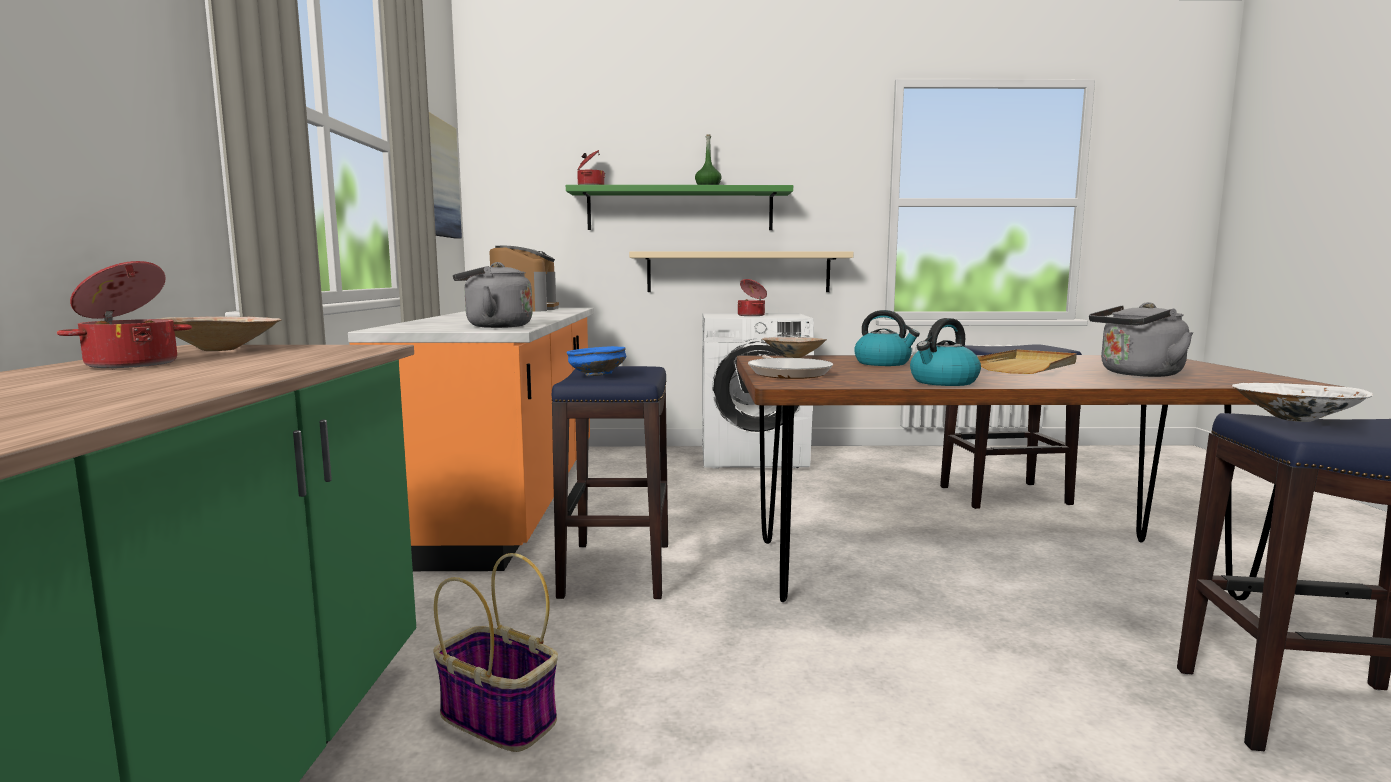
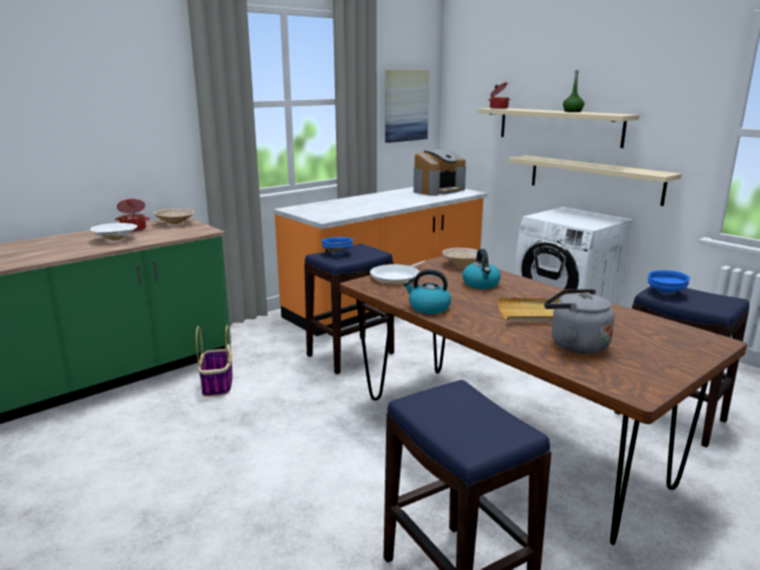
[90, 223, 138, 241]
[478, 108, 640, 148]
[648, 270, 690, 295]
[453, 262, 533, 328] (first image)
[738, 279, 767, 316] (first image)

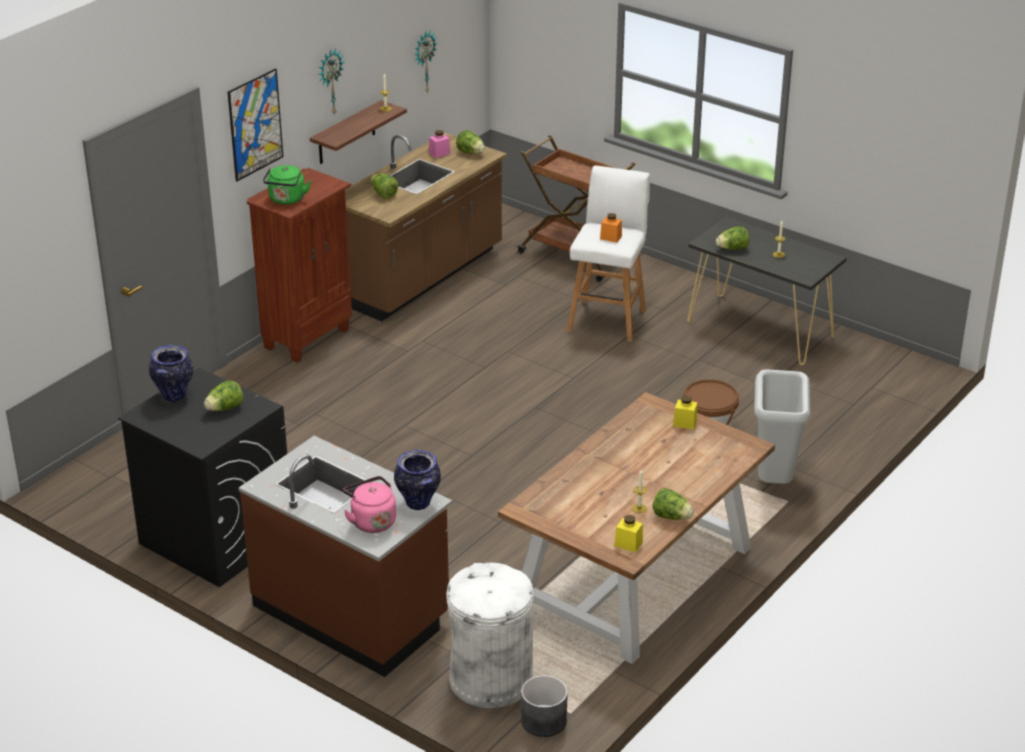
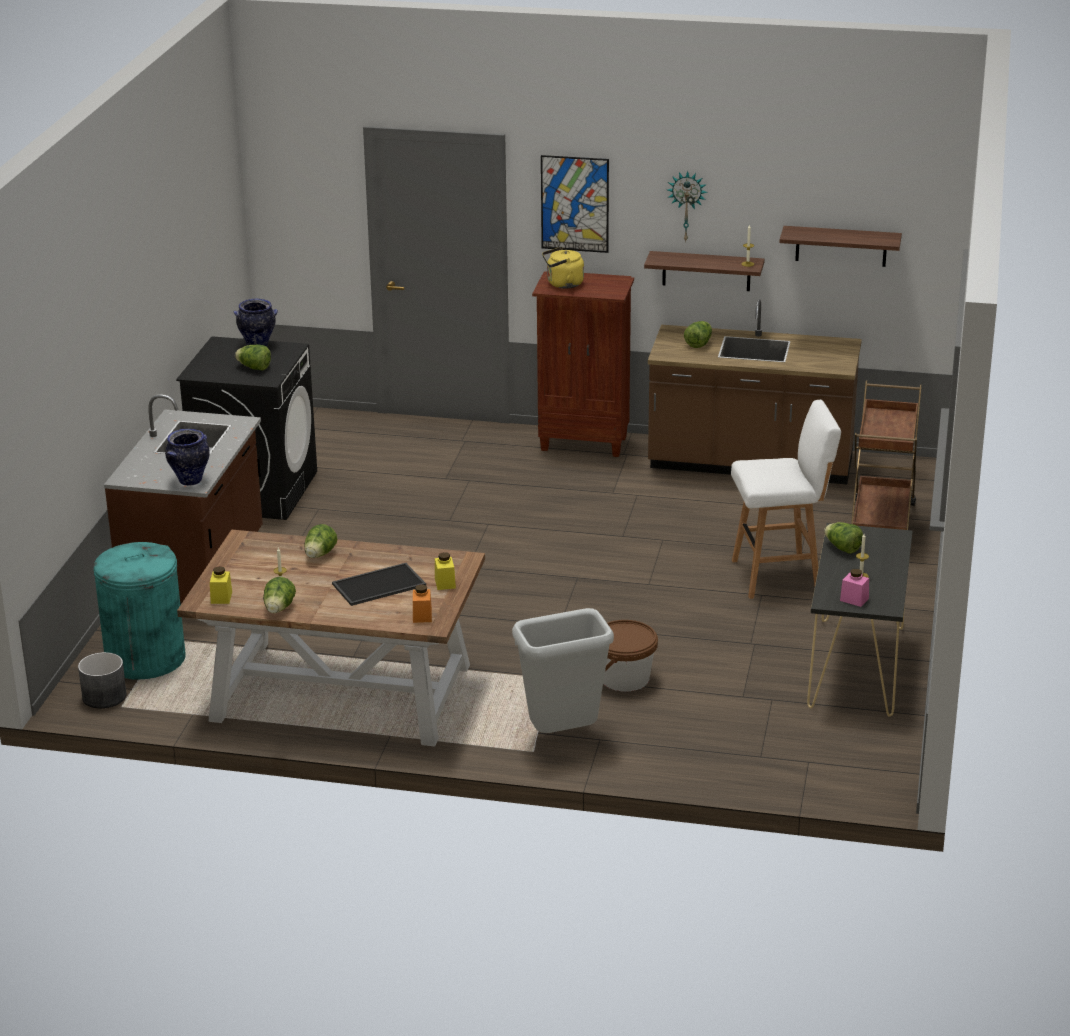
[94, 542, 186, 680]
[304, 524, 337, 558]
[332, 563, 426, 606]
[413, 584, 432, 623]
[542, 247, 584, 288]
[779, 226, 902, 267]
[840, 569, 869, 607]
[343, 476, 396, 533] (first image)

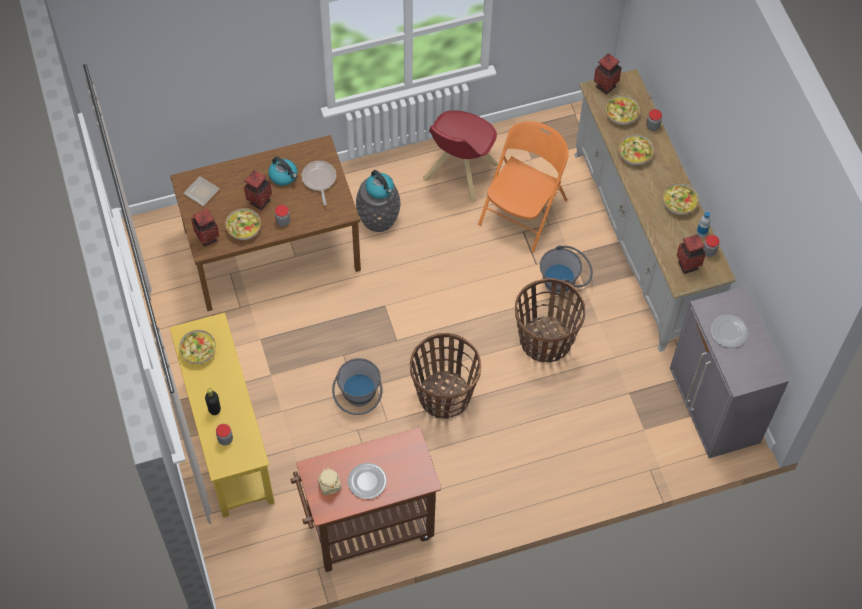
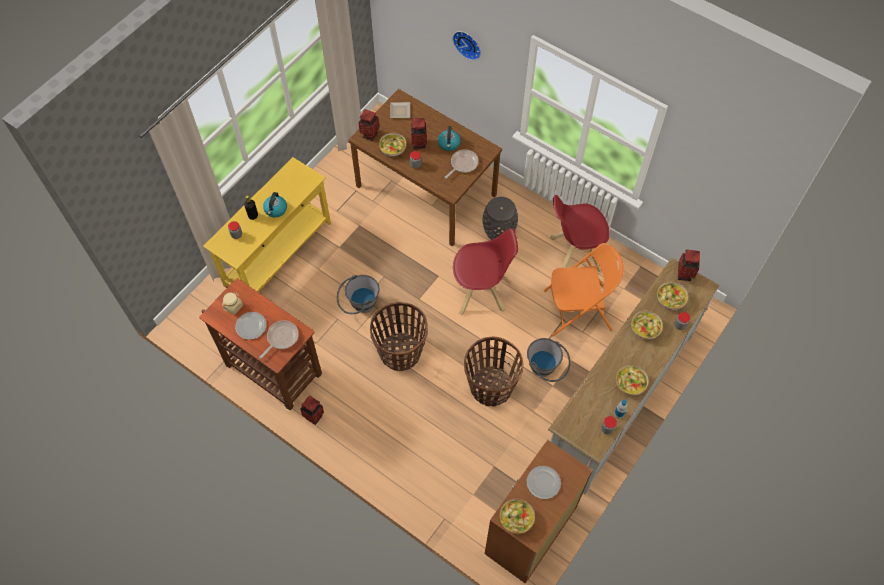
[259, 320, 299, 359]
[263, 192, 287, 217]
[300, 395, 324, 425]
[453, 31, 481, 60]
[453, 228, 518, 315]
[485, 440, 593, 584]
[500, 499, 535, 534]

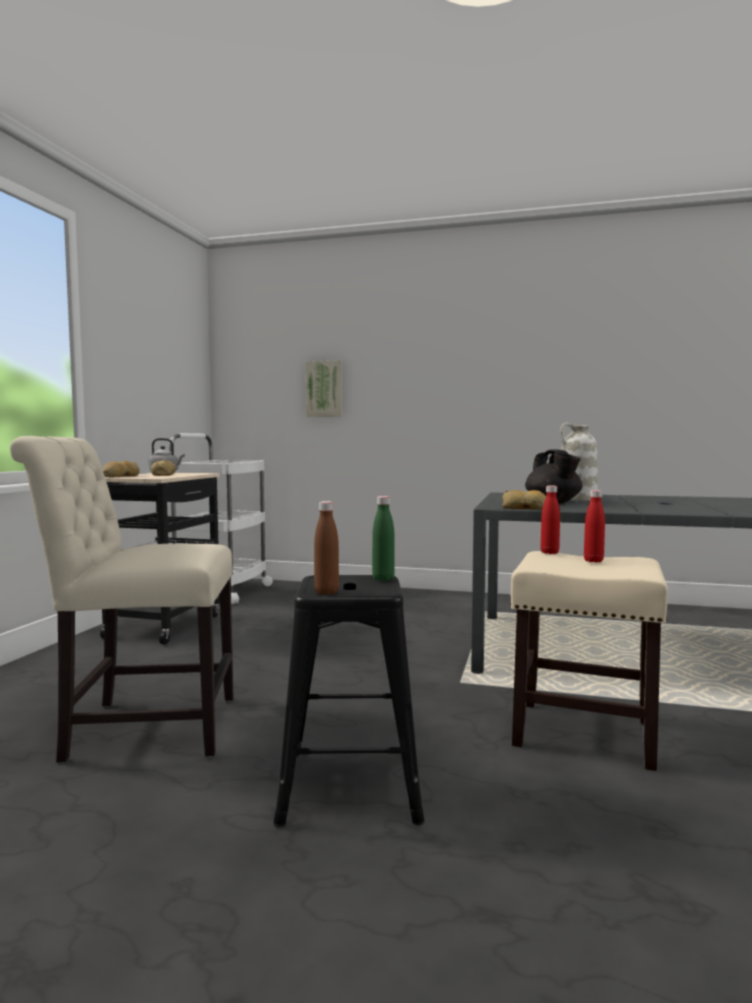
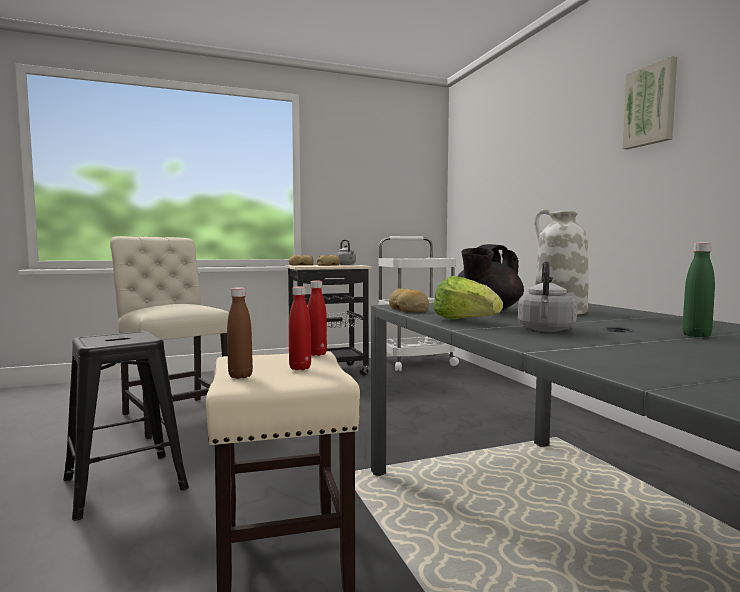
[227, 287, 253, 379]
[434, 276, 503, 319]
[518, 260, 577, 332]
[622, 56, 677, 150]
[682, 242, 715, 337]

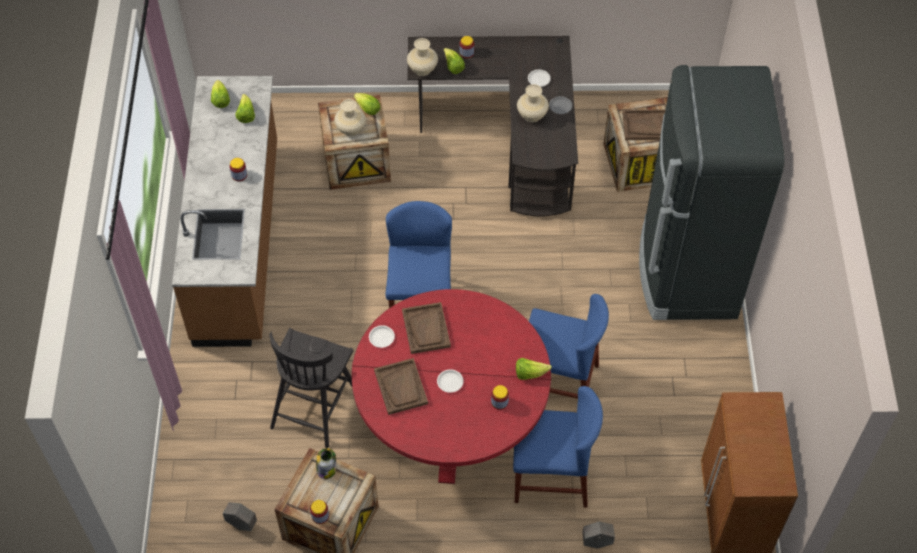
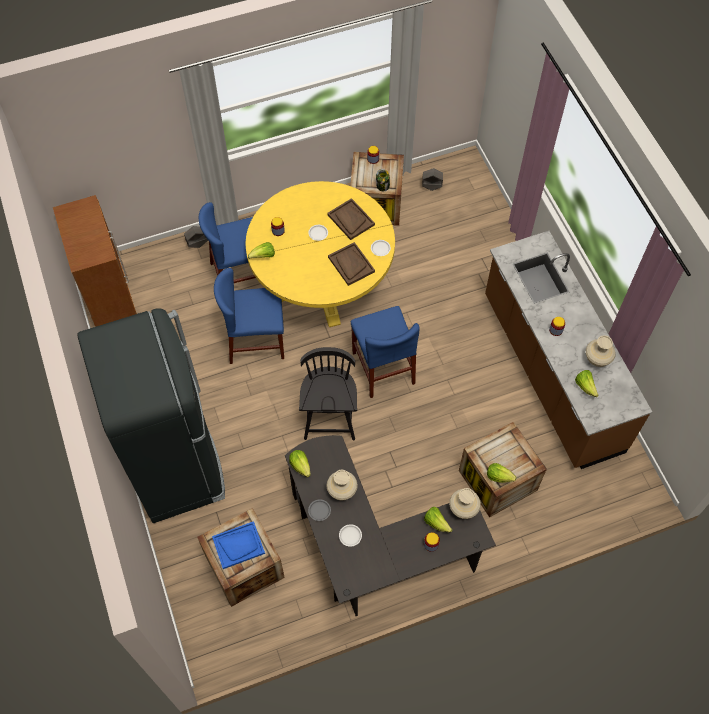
[212, 521, 265, 569]
[246, 181, 395, 327]
[289, 450, 310, 477]
[299, 347, 357, 440]
[586, 335, 616, 367]

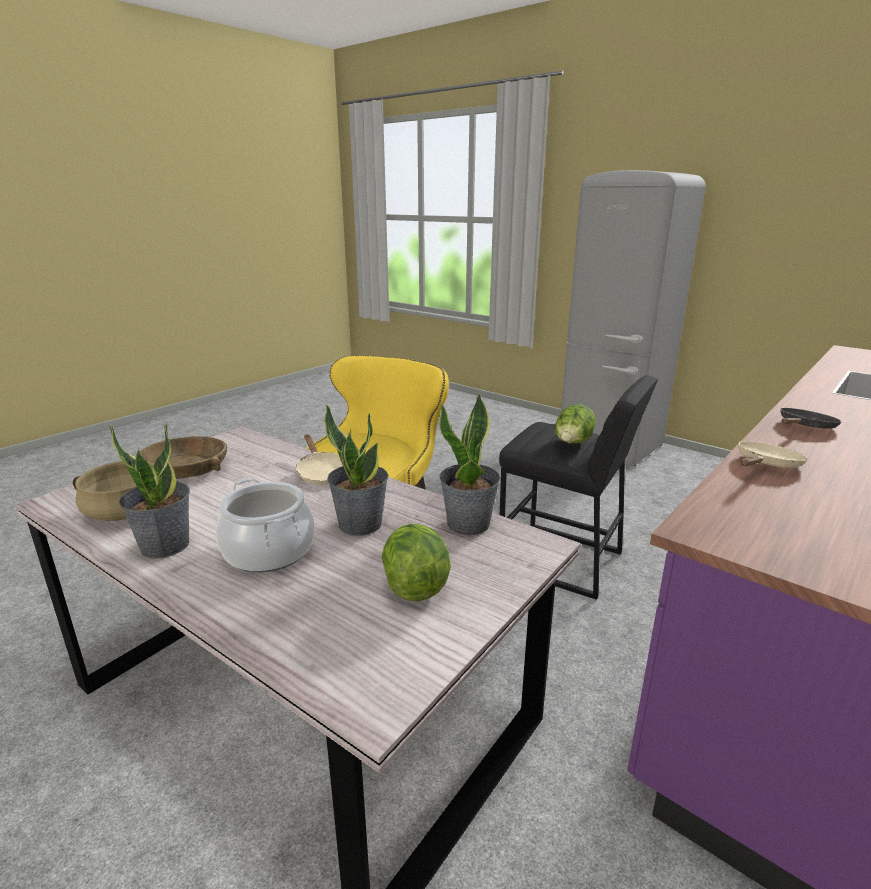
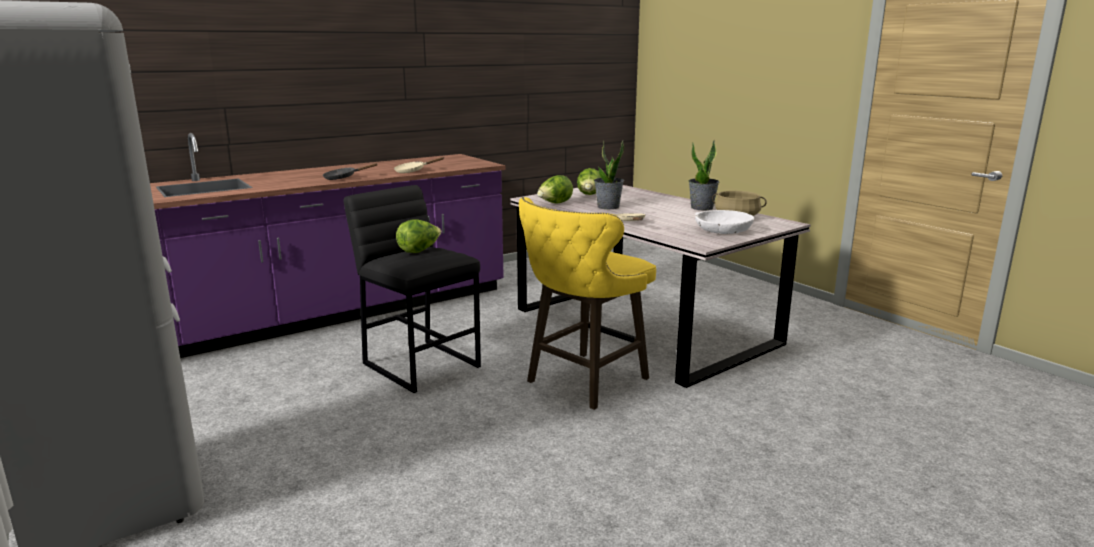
[537, 175, 573, 203]
[695, 210, 754, 234]
[216, 478, 315, 573] (first image)

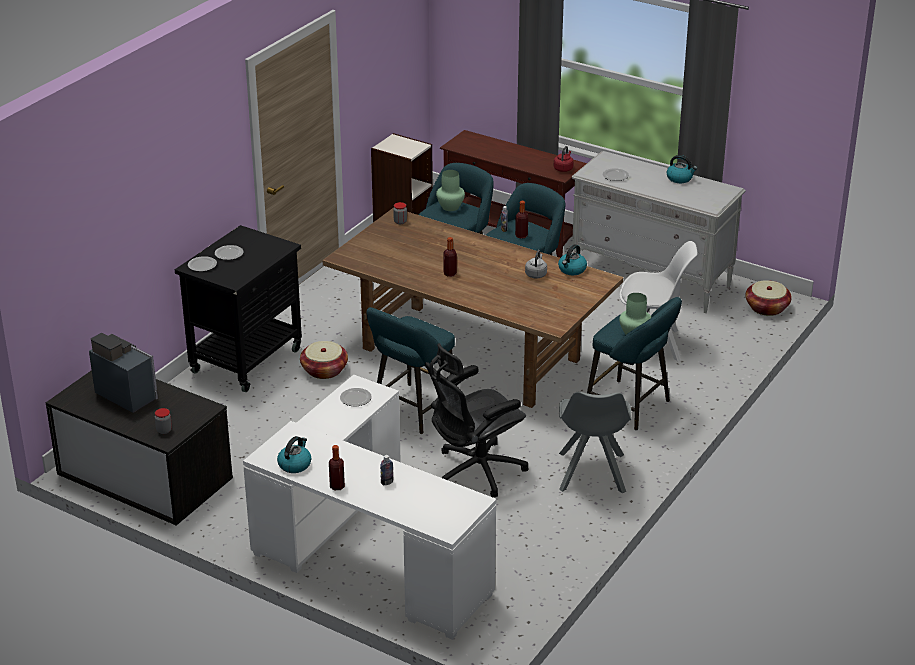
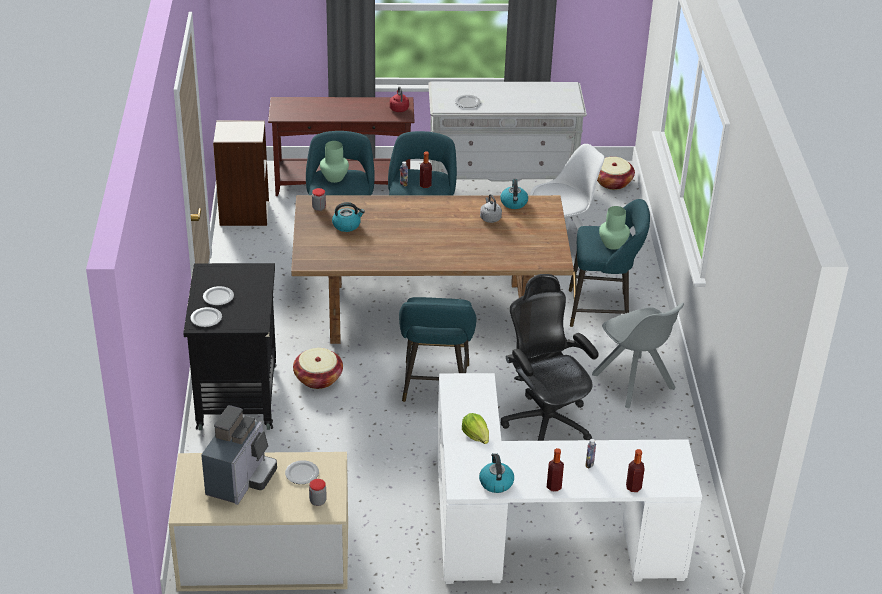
[169, 452, 348, 591]
[201, 405, 277, 505]
[285, 460, 319, 484]
[332, 202, 365, 232]
[462, 413, 489, 444]
[501, 274, 598, 441]
[626, 449, 645, 492]

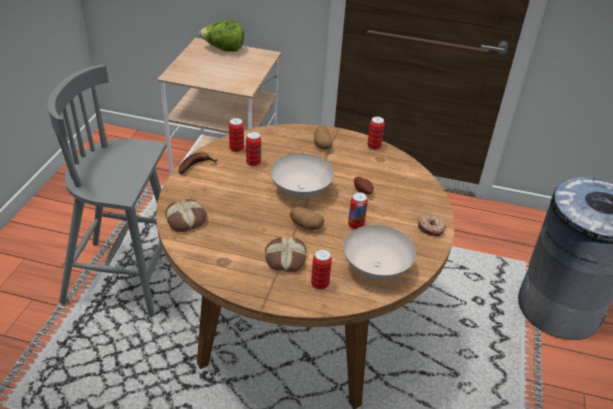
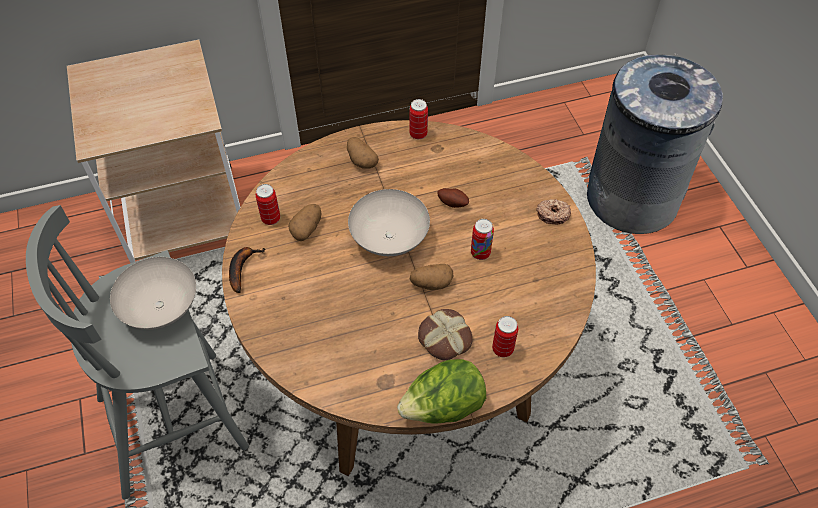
[110, 257, 196, 330]
[288, 204, 321, 241]
[397, 359, 486, 423]
[165, 199, 207, 232] (first image)

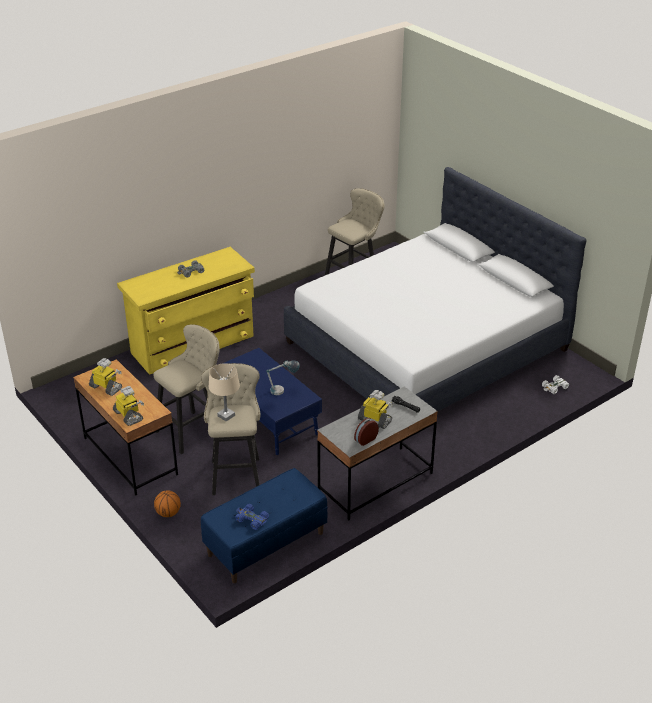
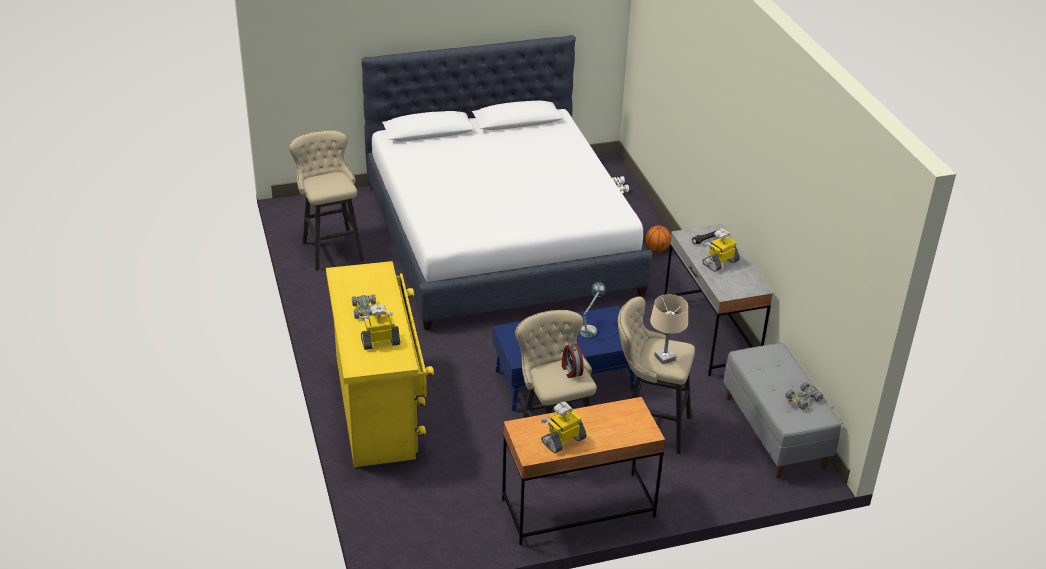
[361, 304, 400, 350]
[562, 344, 584, 378]
[646, 226, 671, 252]
[723, 343, 841, 479]
[785, 382, 823, 410]

